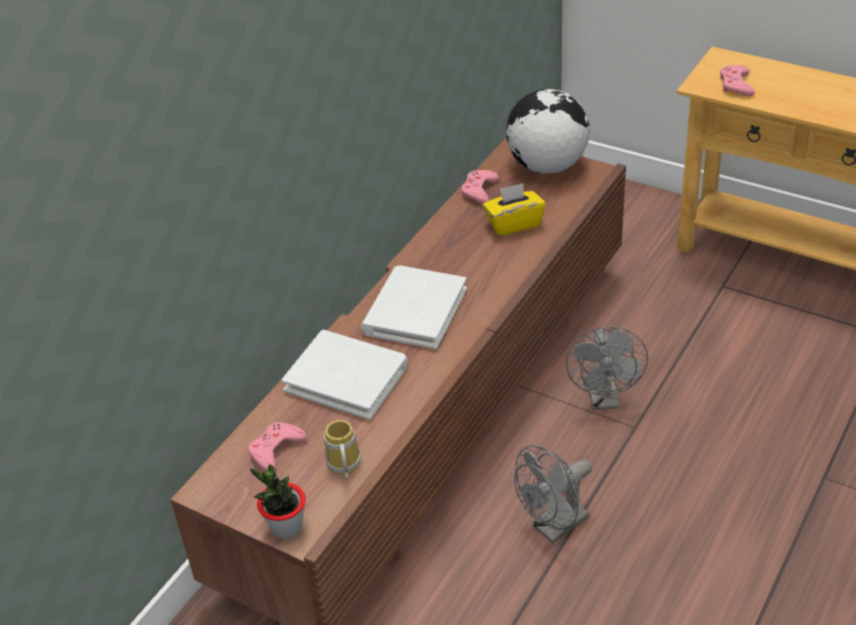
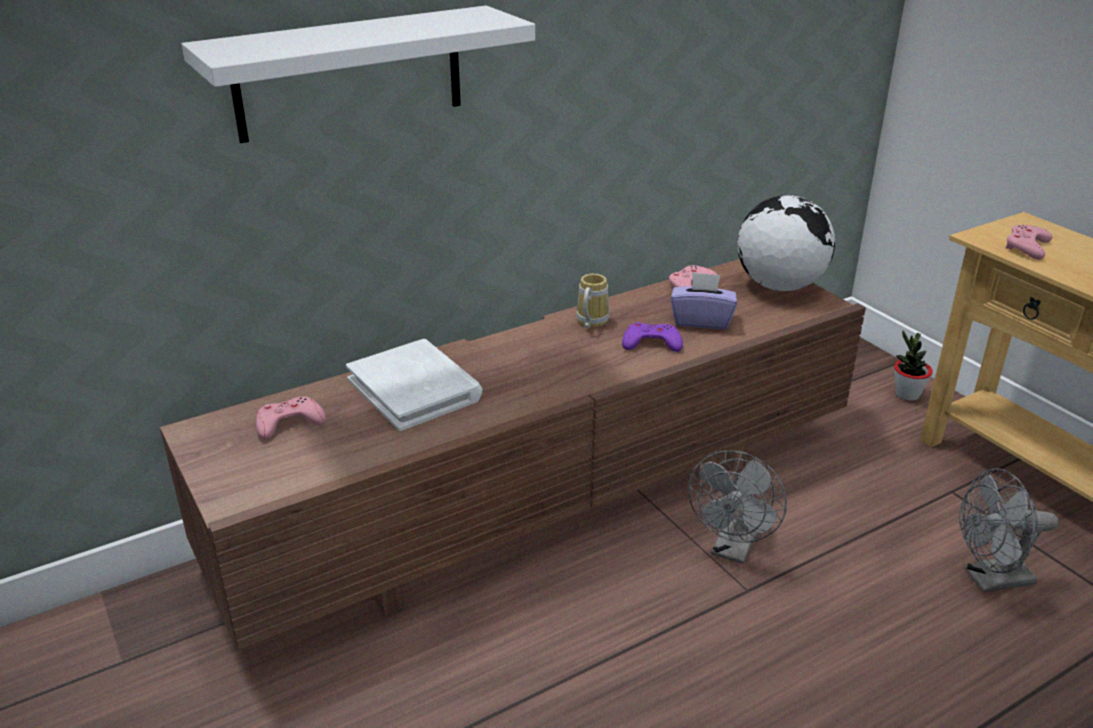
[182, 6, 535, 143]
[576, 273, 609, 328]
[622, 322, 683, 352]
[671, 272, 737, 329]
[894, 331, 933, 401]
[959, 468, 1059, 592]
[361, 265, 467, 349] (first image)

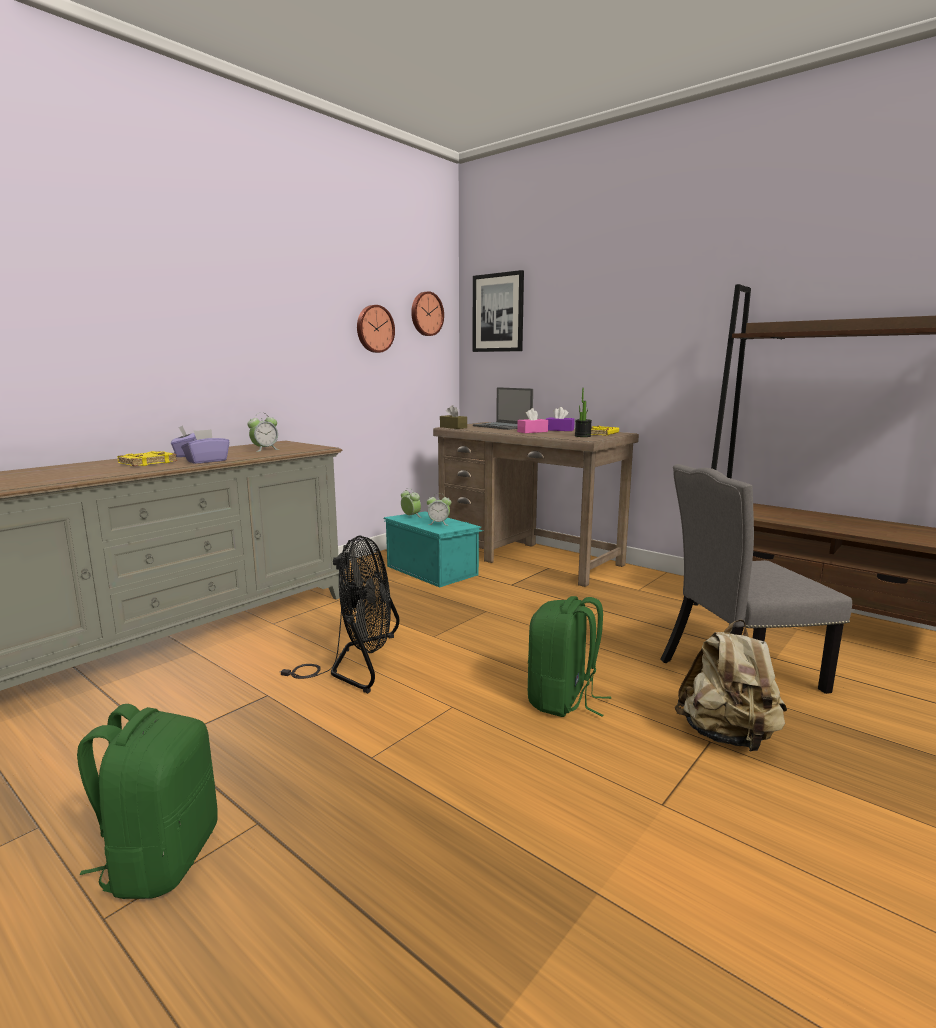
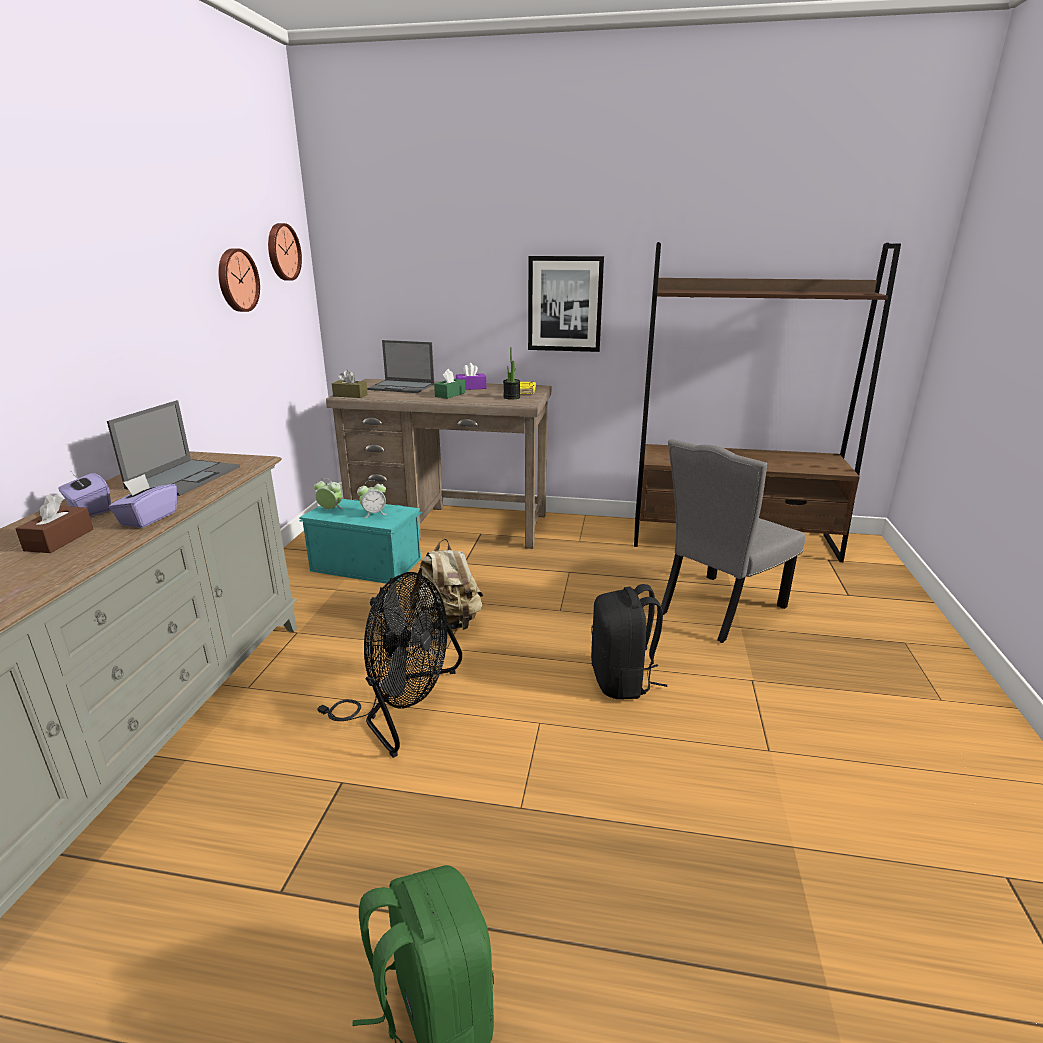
[15, 495, 93, 553]
[107, 400, 240, 496]
[317, 572, 462, 758]
[409, 539, 483, 630]
[434, 369, 465, 399]
[528, 256, 604, 352]
[591, 584, 667, 699]

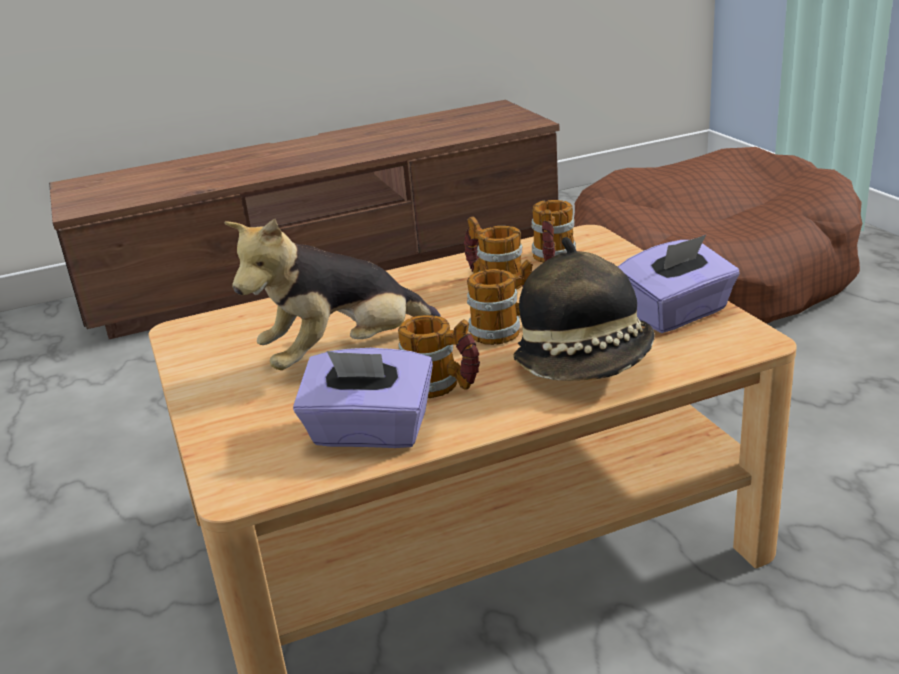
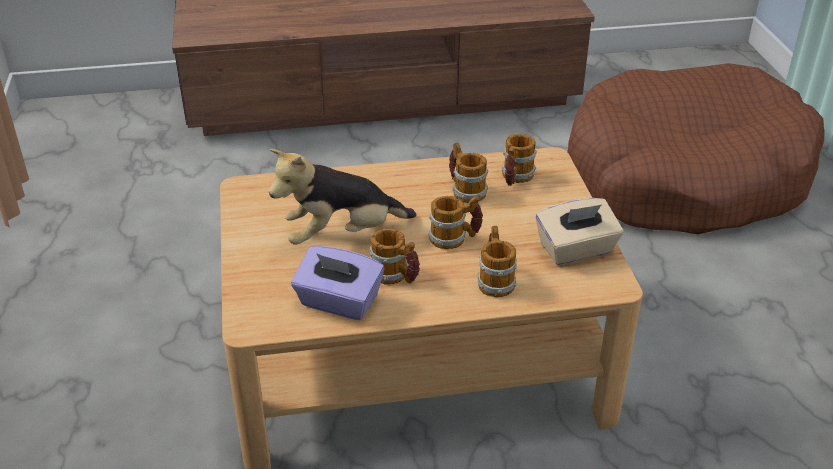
[478, 226, 517, 297]
[536, 198, 623, 265]

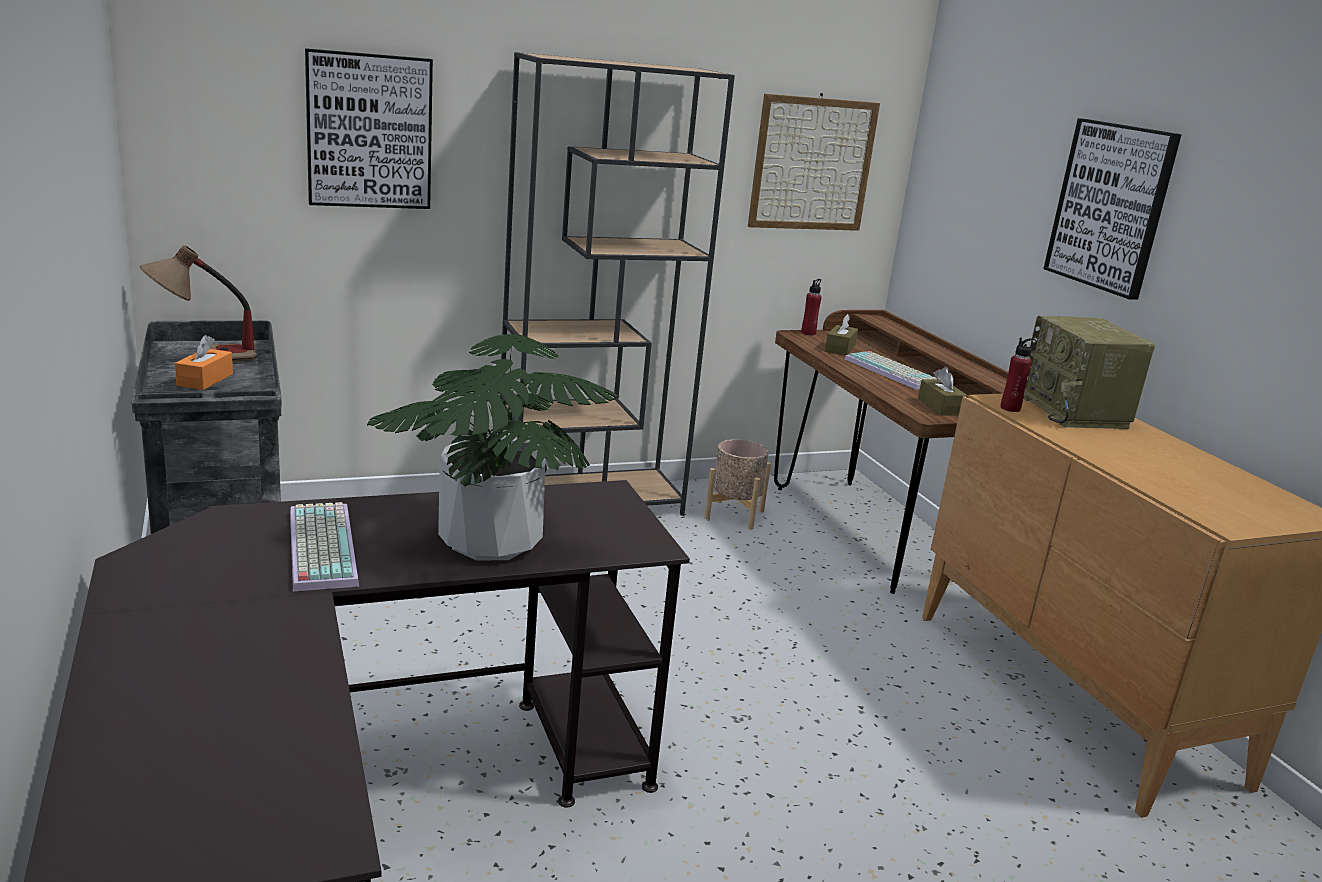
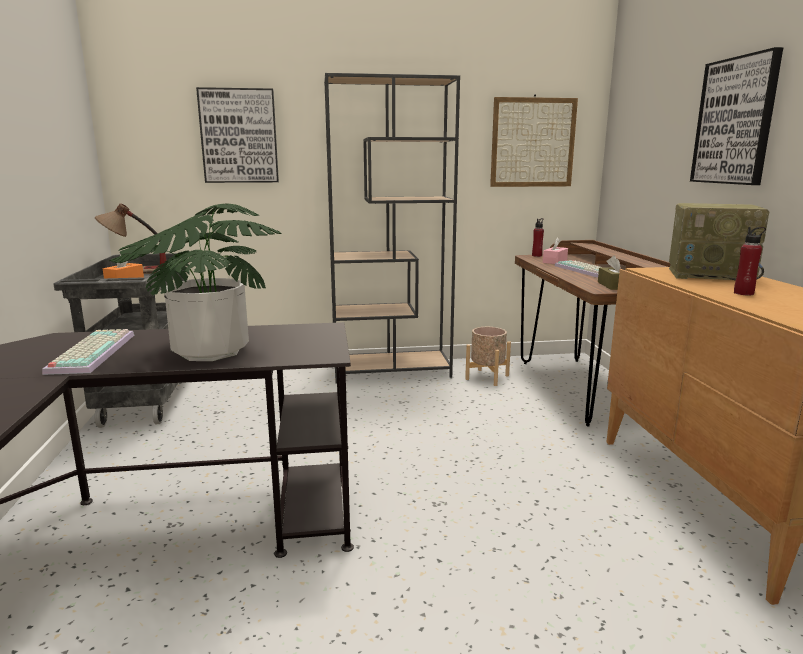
[543, 237, 568, 264]
[669, 203, 770, 281]
[734, 227, 766, 295]

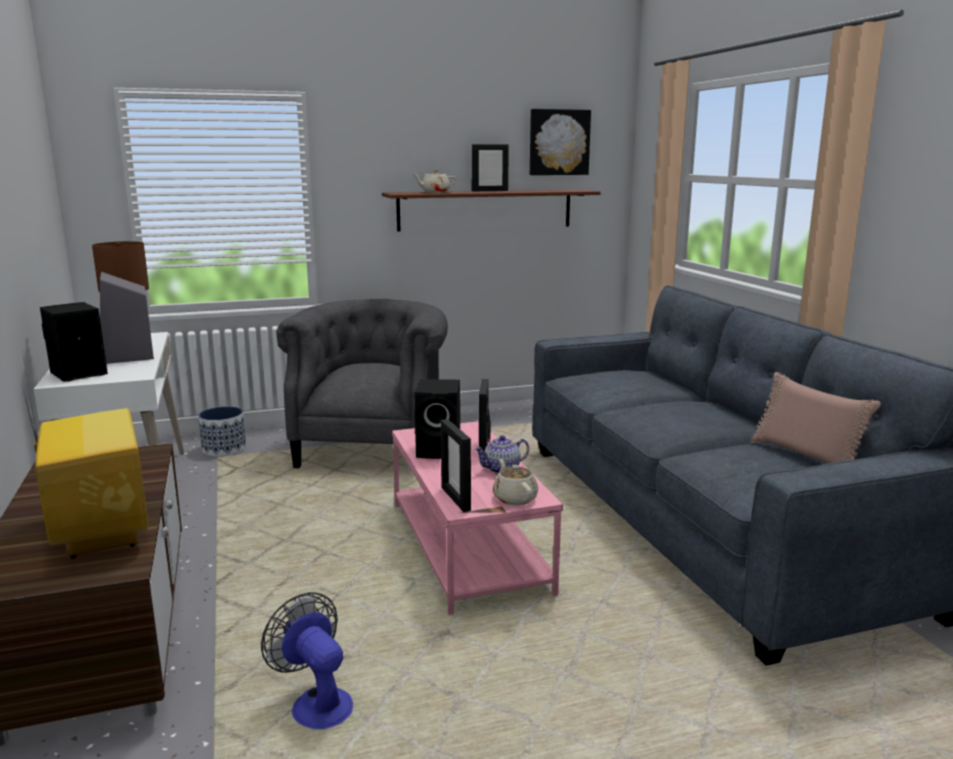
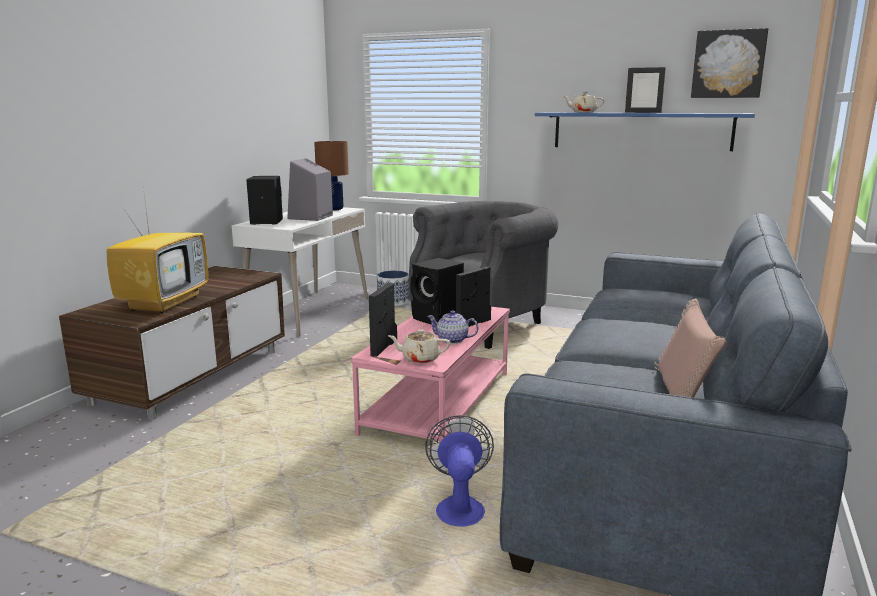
[388, 329, 450, 364]
[425, 415, 494, 527]
[535, 112, 755, 151]

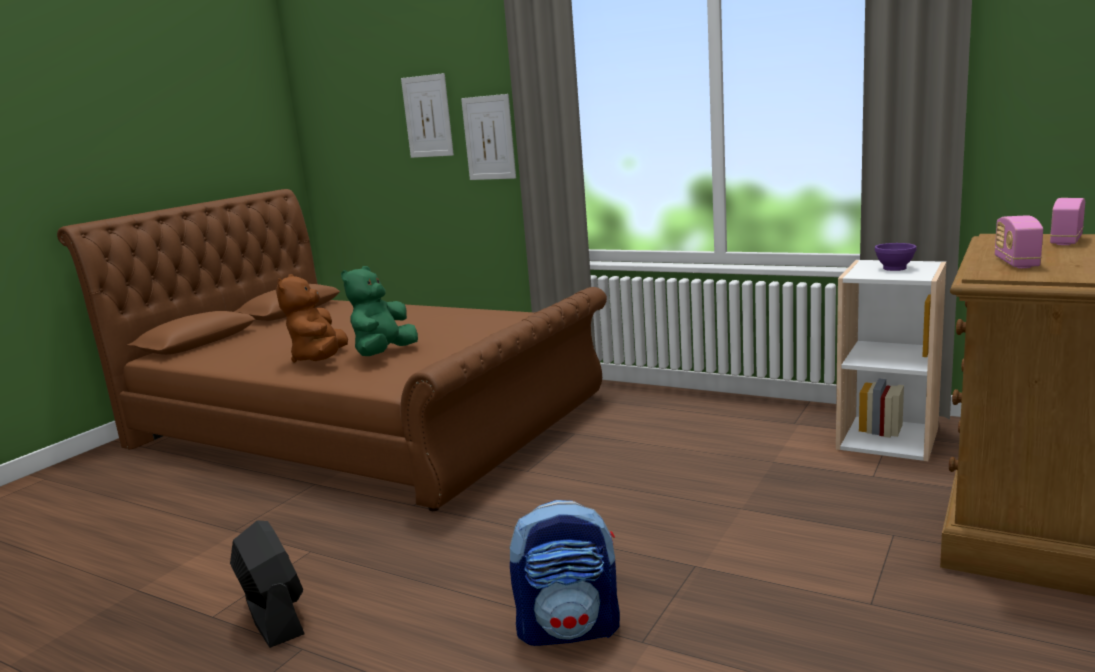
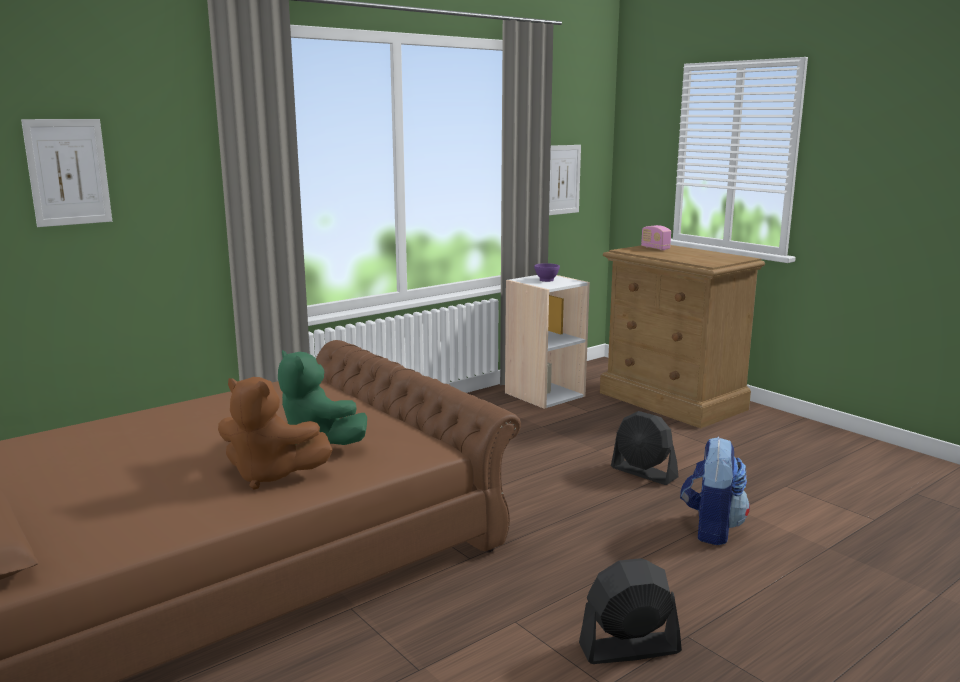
[549, 145, 581, 215]
[611, 411, 678, 485]
[995, 215, 1043, 268] (first image)

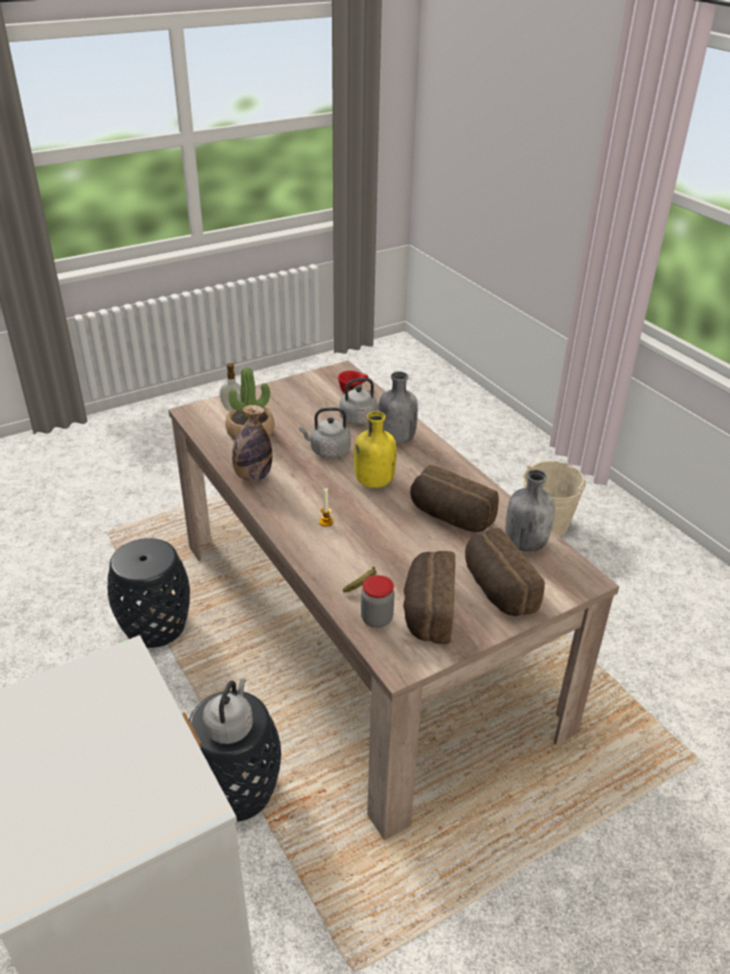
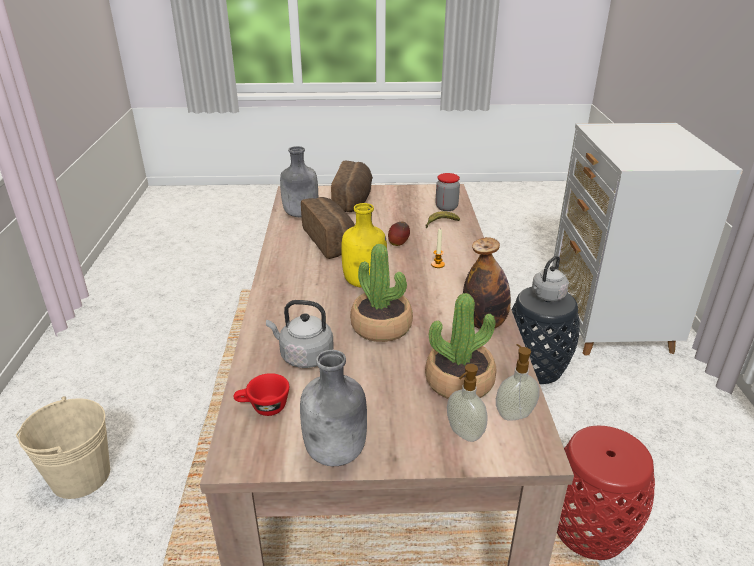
[300, 350, 367, 466]
[350, 244, 413, 342]
[388, 221, 410, 246]
[496, 344, 540, 421]
[557, 426, 655, 560]
[403, 551, 455, 644] (first image)

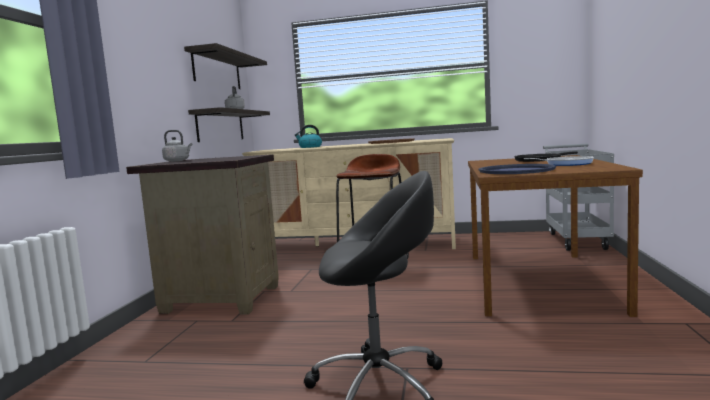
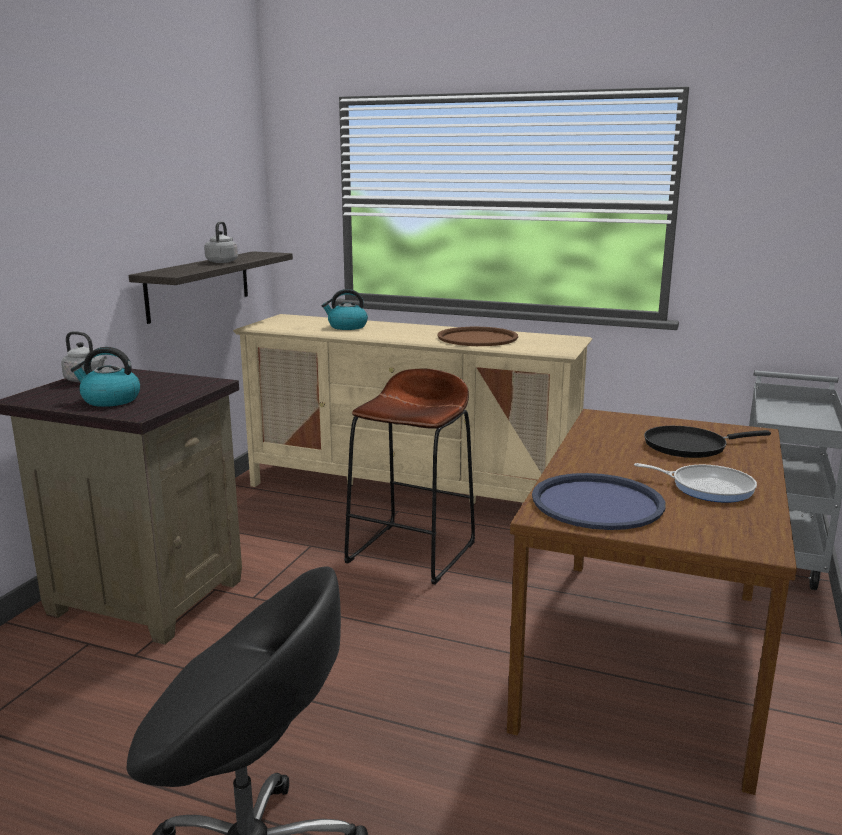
[71, 347, 140, 407]
[184, 43, 267, 89] (first image)

